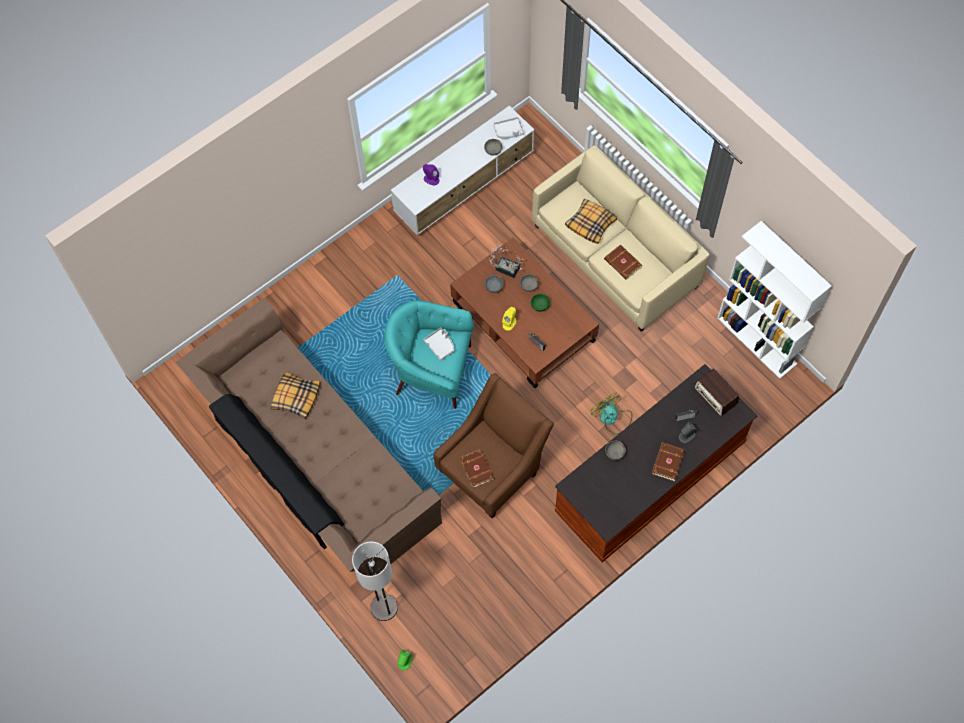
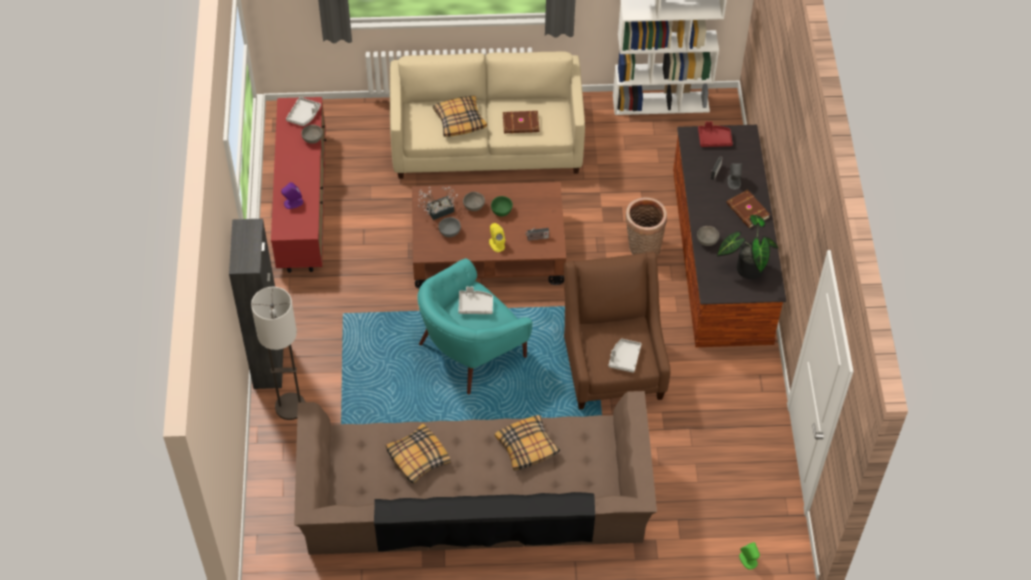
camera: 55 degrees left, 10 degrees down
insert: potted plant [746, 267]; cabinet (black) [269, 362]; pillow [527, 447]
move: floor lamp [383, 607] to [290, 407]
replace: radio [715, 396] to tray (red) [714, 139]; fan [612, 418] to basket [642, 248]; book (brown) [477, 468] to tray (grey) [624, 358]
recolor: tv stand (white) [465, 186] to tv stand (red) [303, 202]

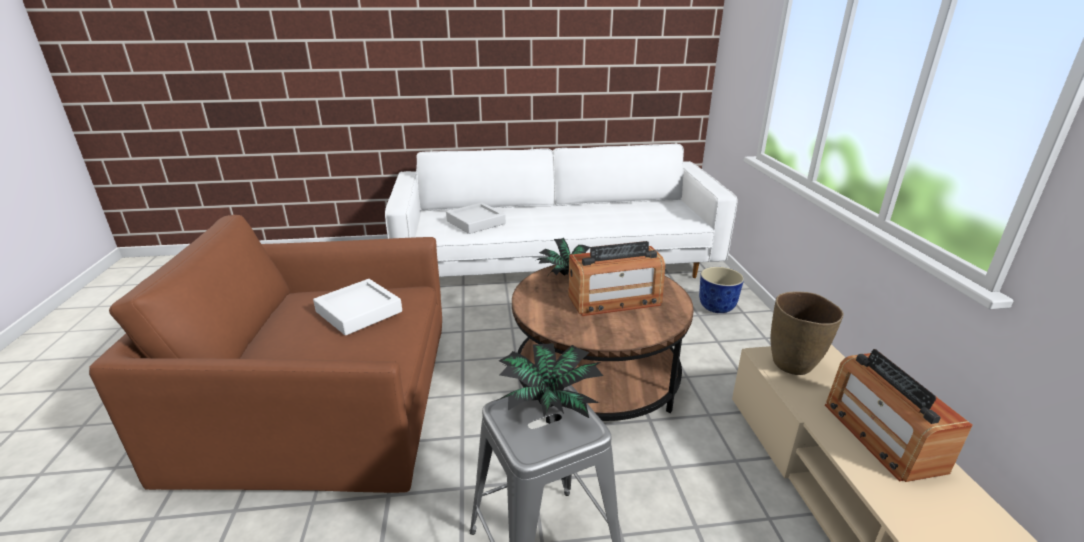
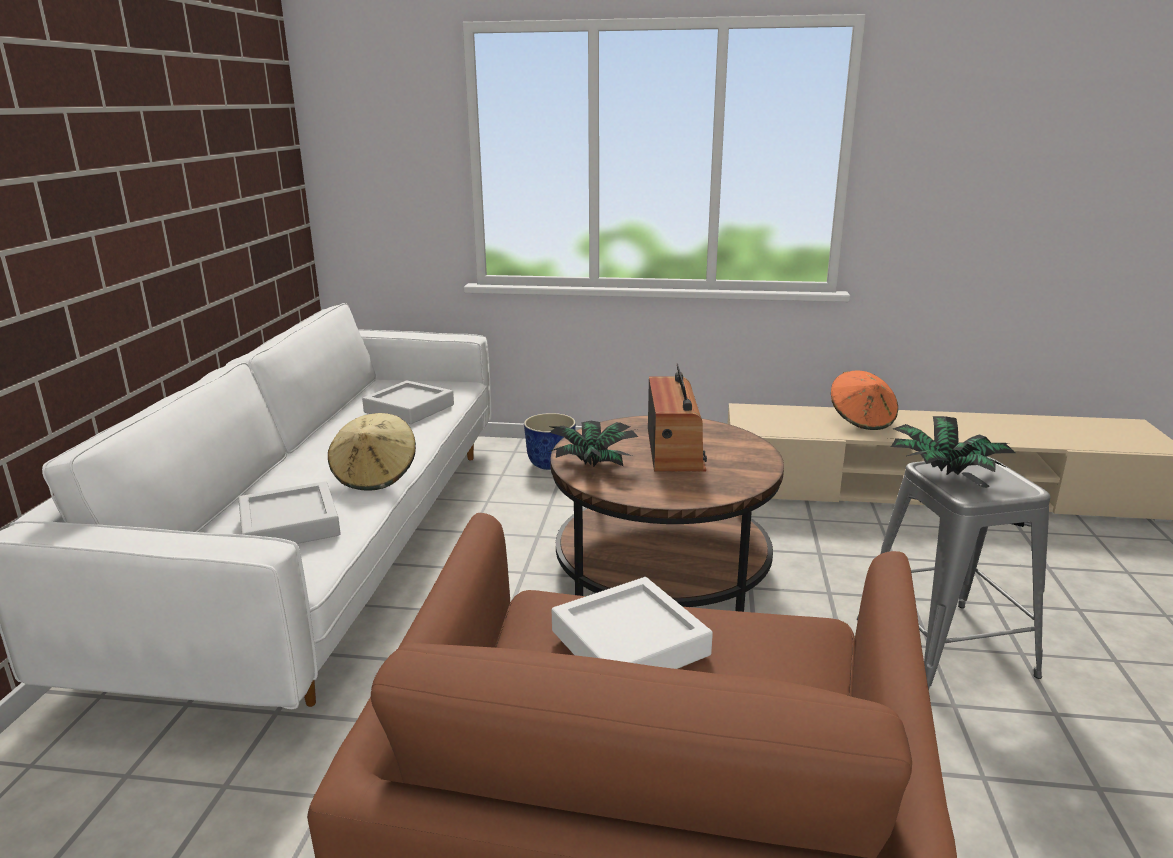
camera: 75 degrees left, 5 degrees down
delete: vase (brown) [793, 365]
insert: tray (grey) [409, 408]; hat (beige) [375, 475]
replace: radio [881, 436] to hat (orange) [861, 420]

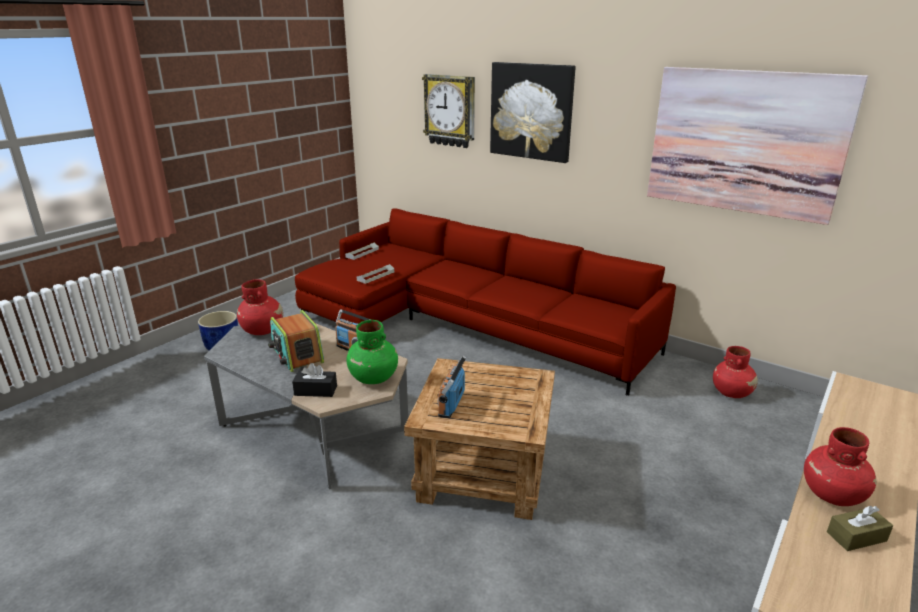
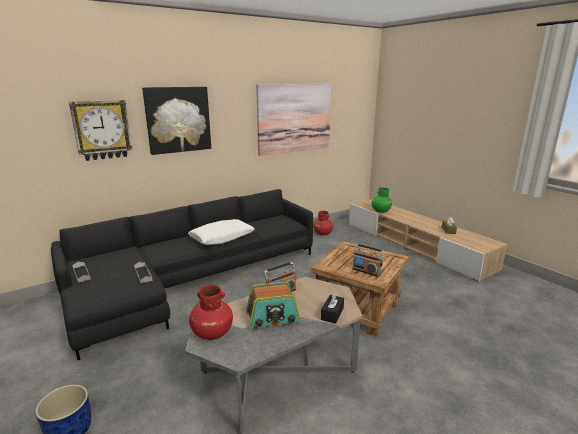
camera: 70 degrees left, 5 degrees down
delete: vase (red) [832, 494]
insert: pillow (white) [222, 238]
move: vase (green) [373, 377] to [380, 211]
recolor: sofa (red) [468, 324] to sofa (black) [190, 279]

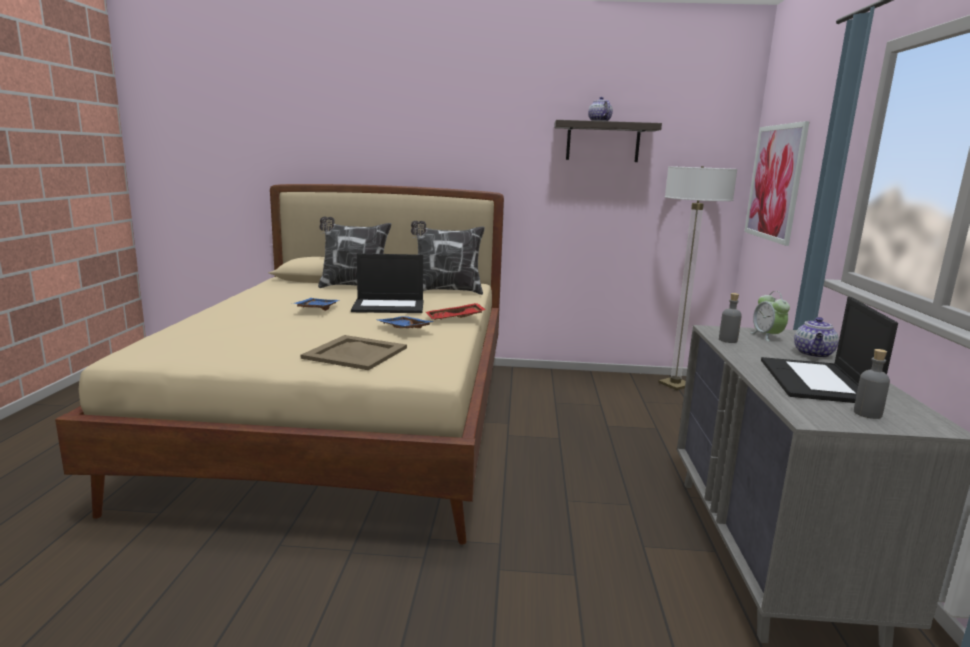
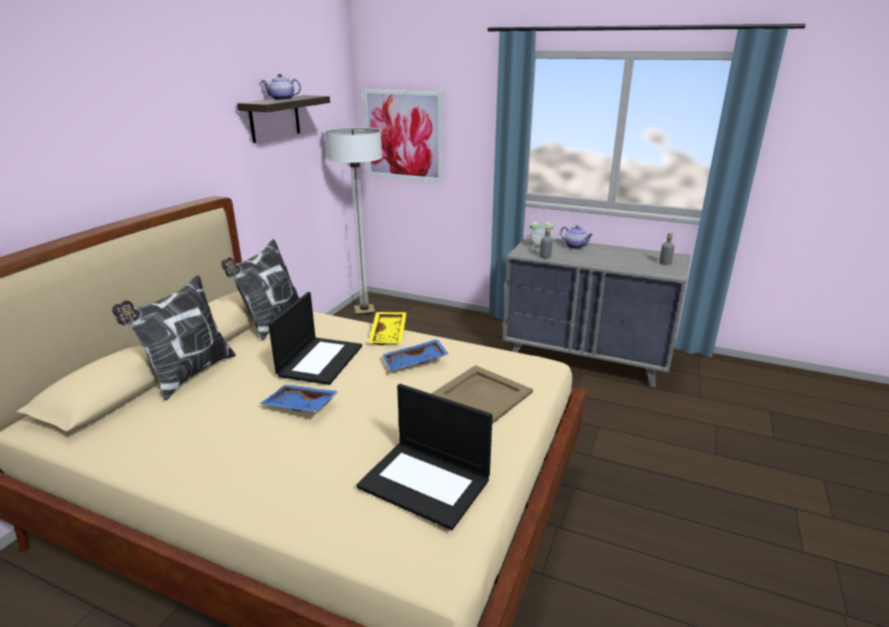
camera: 70 degrees left, 10 degrees up
move: laptop [817, 381] to [426, 483]
recolor: tray (red) [455, 319] to tray (yellow) [389, 334]

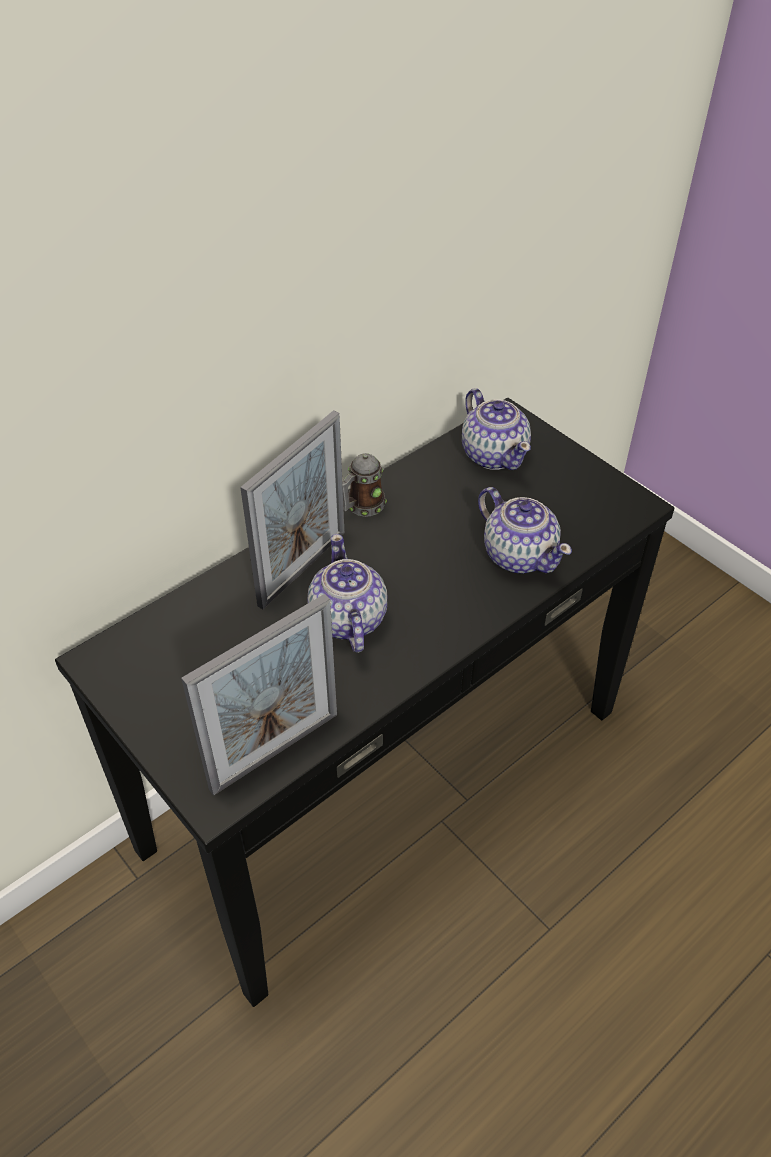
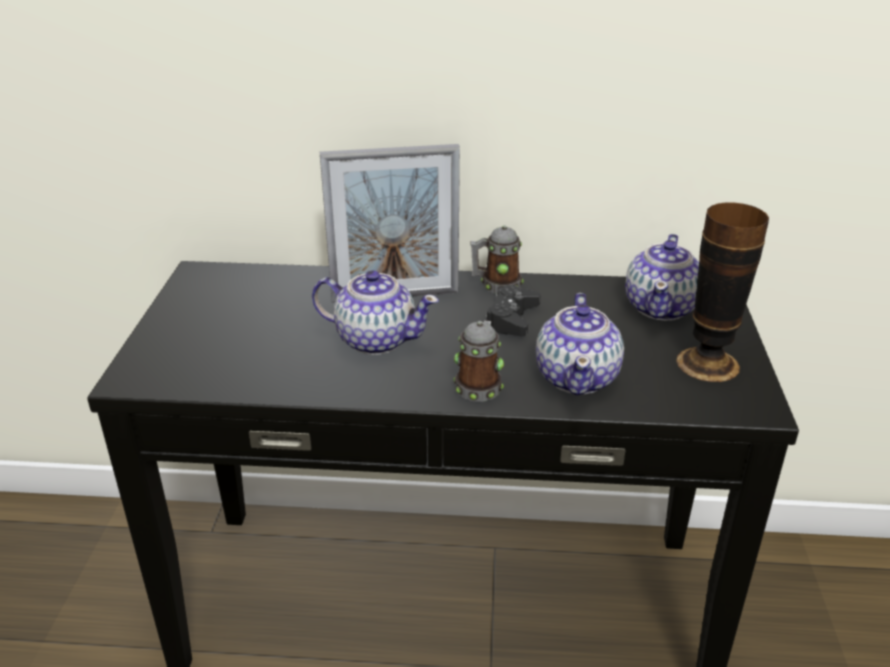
camera: 45 degrees right, 15 degrees down
delete: picture frame [275, 751]
insert: vase [707, 363]; game controller (black) [511, 318]; mug [479, 385]
rotate: teapot [347, 620] = [375, 339] 75 degrees clockwise

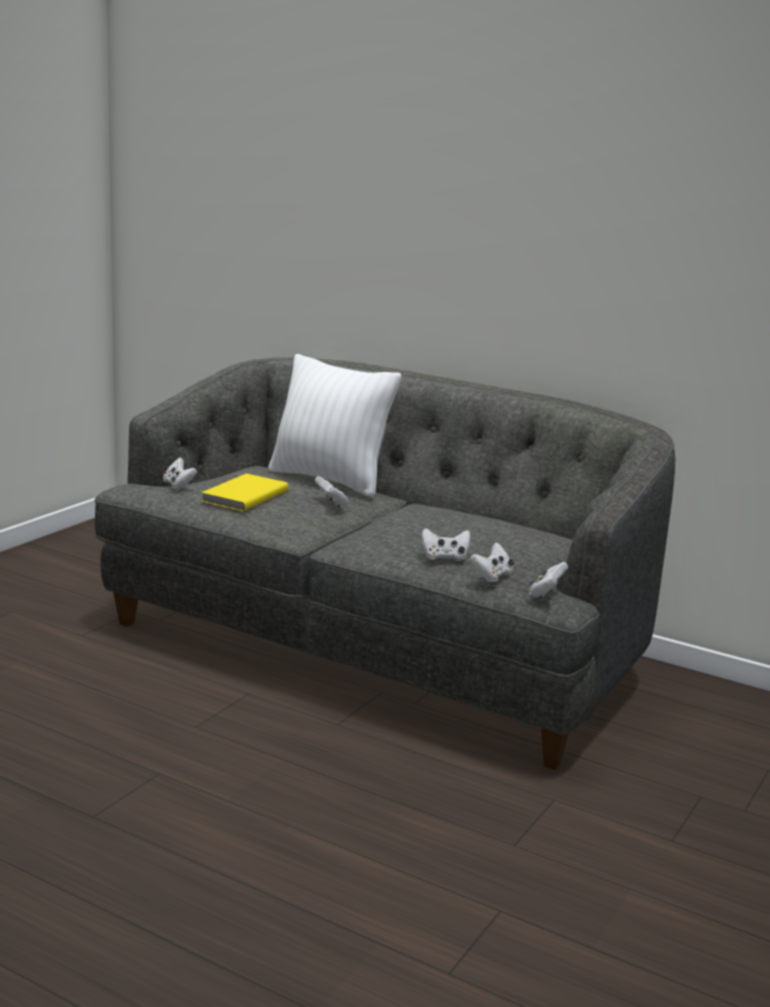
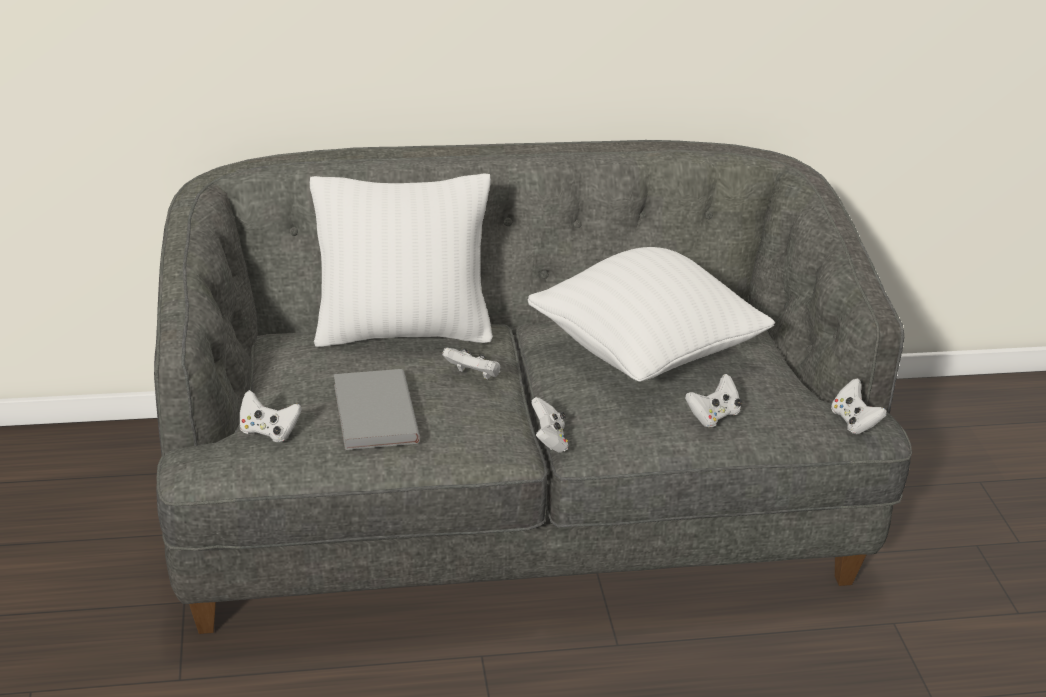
camera: 40 degrees left, 15 degrees up
insert: pillow (white) [645, 353]
move: game controller (white) [492, 576] to [549, 440]
recolor: book (yellow) [243, 496] to book (grey) [372, 414]

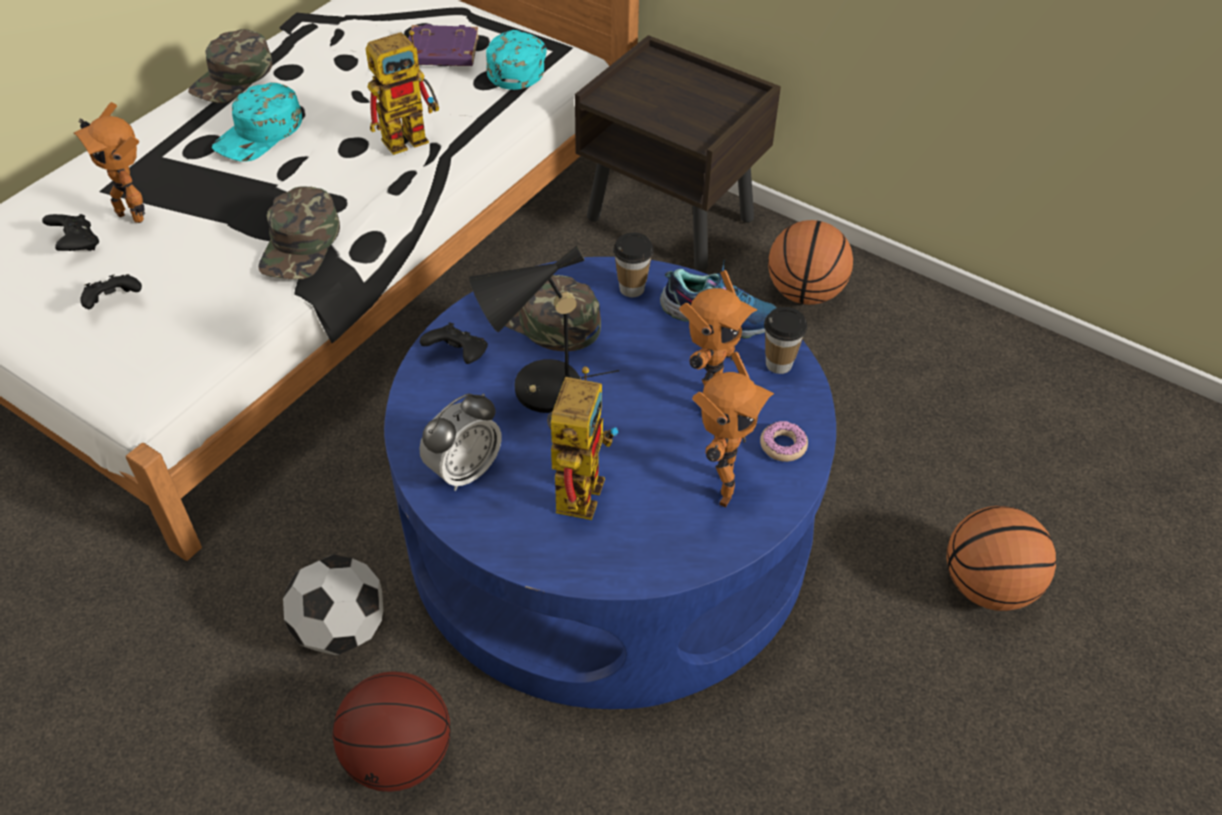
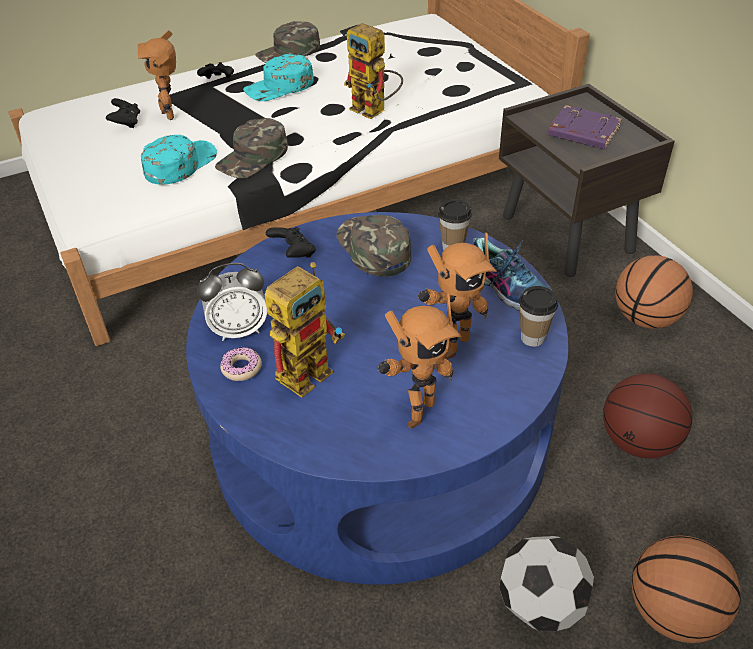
camera: 30 degrees right, 5 degrees down
delete: table lamp (black) [537, 392]
move: book (purple) [441, 53] to [582, 133]; cap (turquoise) [516, 64] to [180, 164]; game controller (black) [115, 303] to [218, 81]; donut [783, 445] to [241, 368]; football [342, 629] to [541, 604]; basketball [399, 755] to [638, 441]
rotate: toy robot [412, 135] = [375, 111] 45 degrees clockwise

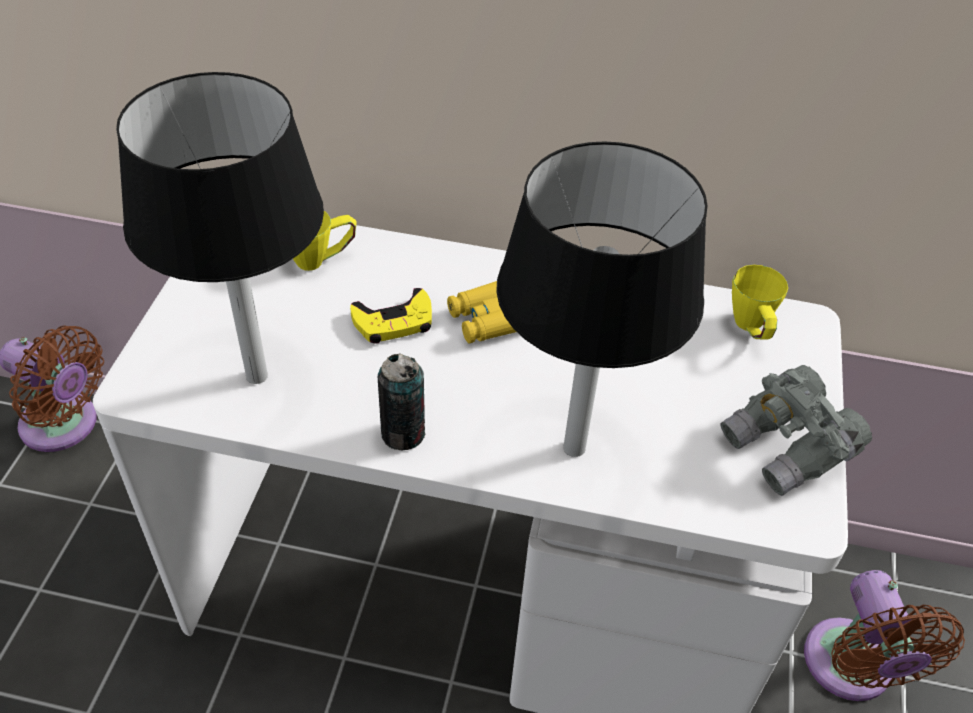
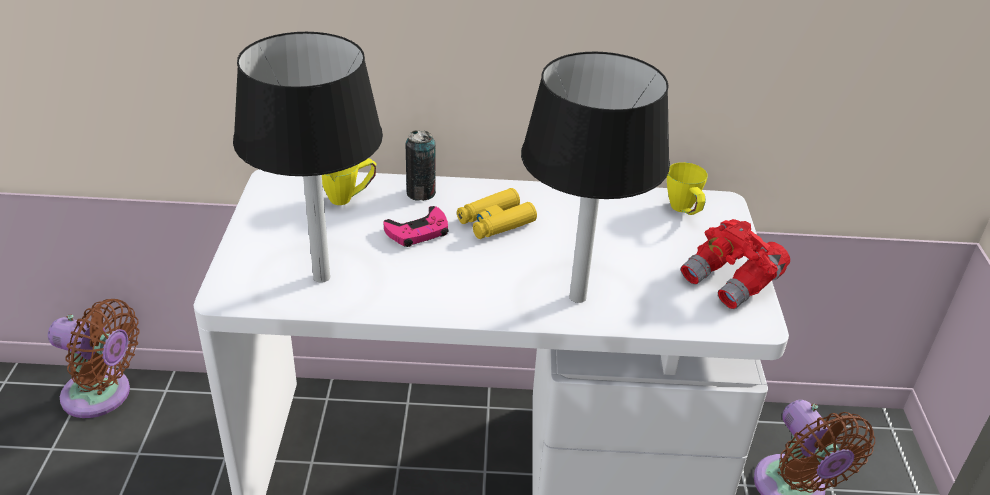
camera: 10 degrees left, 10 degrees down
move: can [403, 434] to [421, 193]
recolor: game controller (yellow) [394, 322] to game controller (pink) [418, 232]; binoculars (grey) [788, 449] to binoculars (red) [731, 281]

